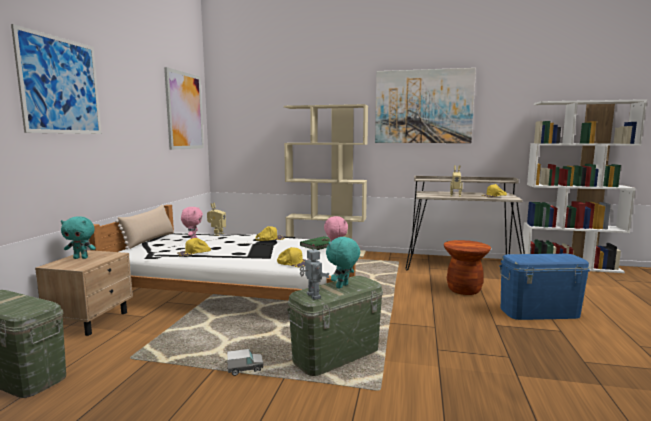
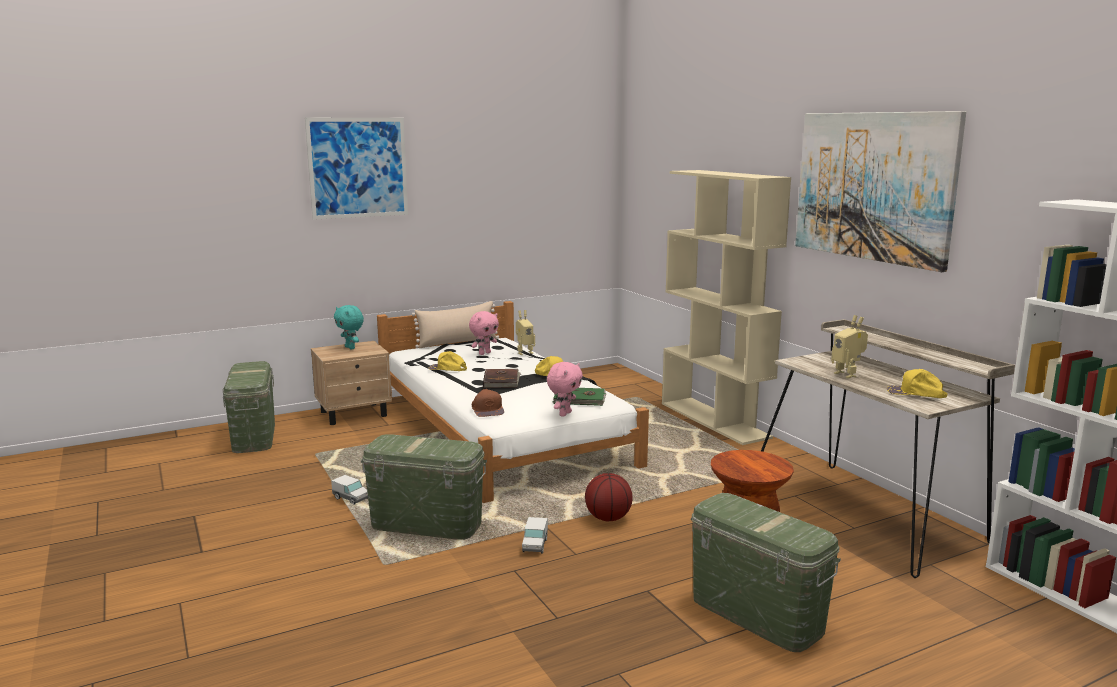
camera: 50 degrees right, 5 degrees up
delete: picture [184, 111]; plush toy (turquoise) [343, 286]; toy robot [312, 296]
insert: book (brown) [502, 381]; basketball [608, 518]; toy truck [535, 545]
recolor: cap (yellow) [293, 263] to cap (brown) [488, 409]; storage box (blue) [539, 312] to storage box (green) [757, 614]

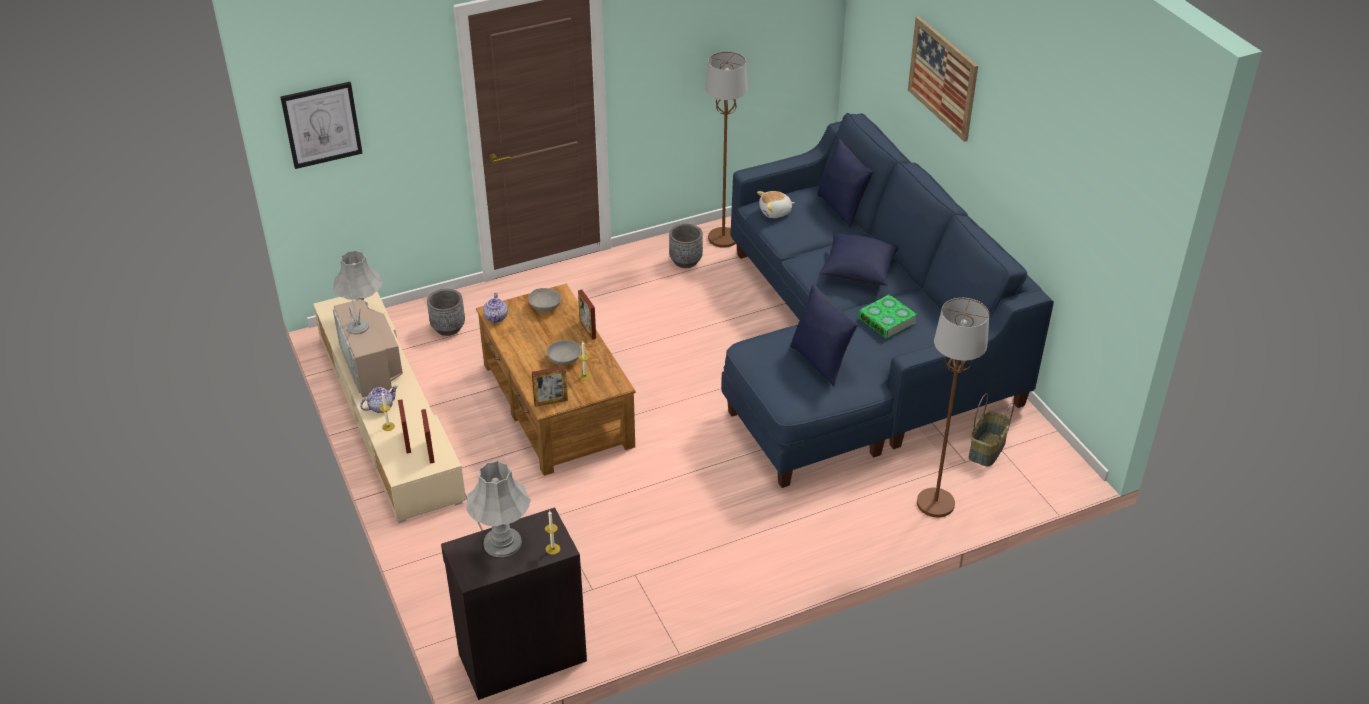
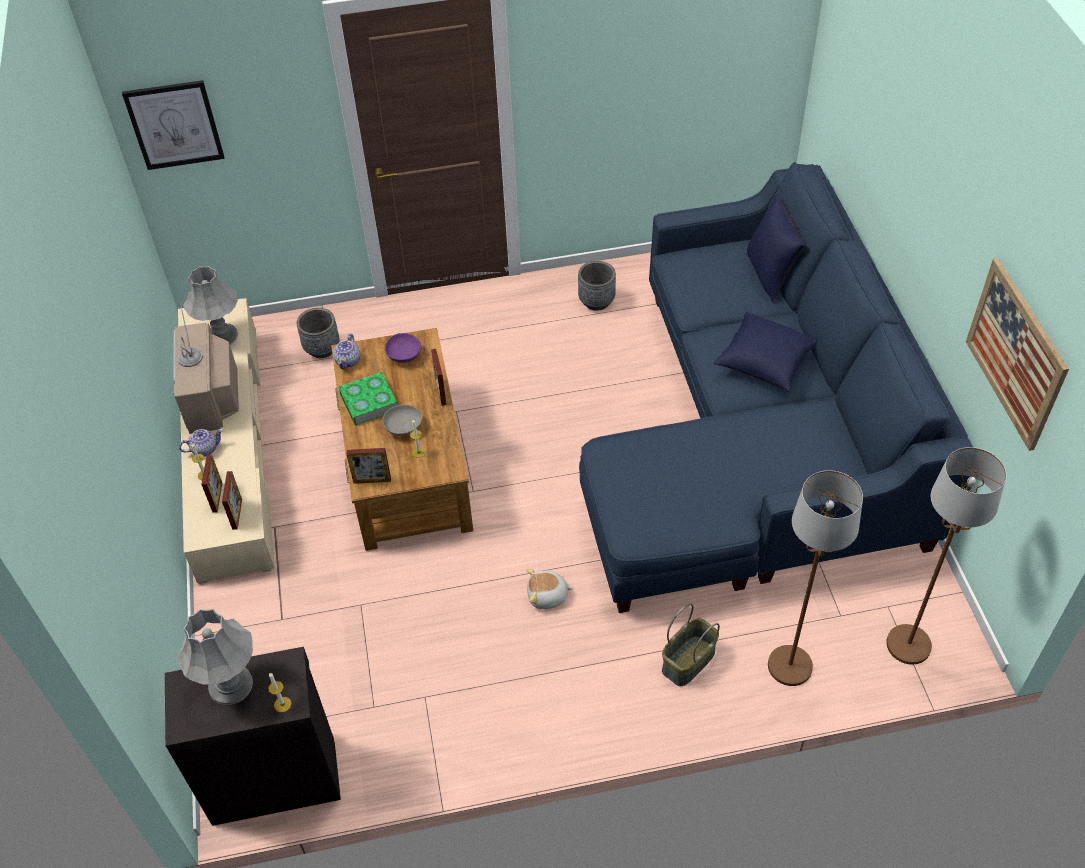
camera: 15 degrees right, 10 degrees up
delete: pillow (blue) [820, 362]
move: picture [943, 78] to [1016, 353]; floor lamp (brown) [723, 238] to [908, 645]; plush toy [775, 212] to [547, 596]; book [887, 320] to [369, 402]; basket [987, 450] to [688, 662]
recolor: bowl (grey) [545, 307] to bowl (purple) [404, 355]

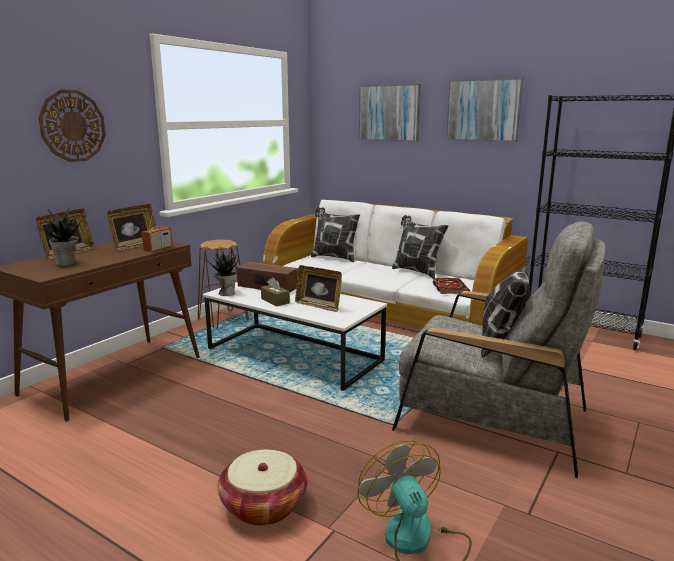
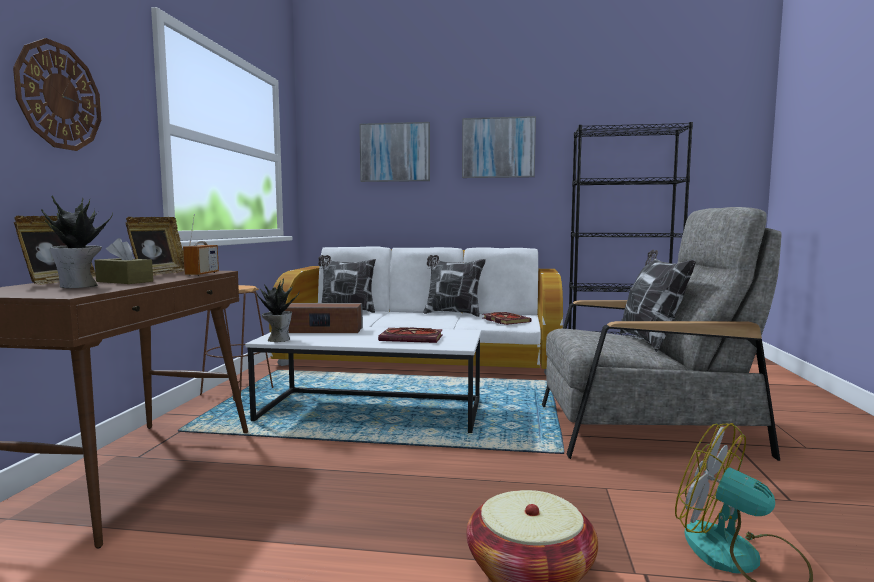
camera: 25 degrees left, 10 degrees down
move: tissue box (brown) [275, 301] to [124, 281]
replace: picture frame [319, 306] to book [413, 338]

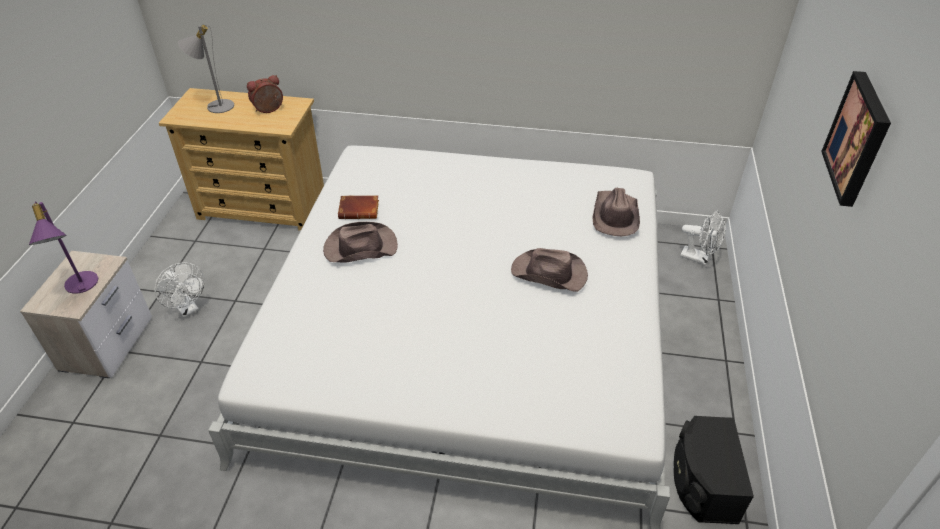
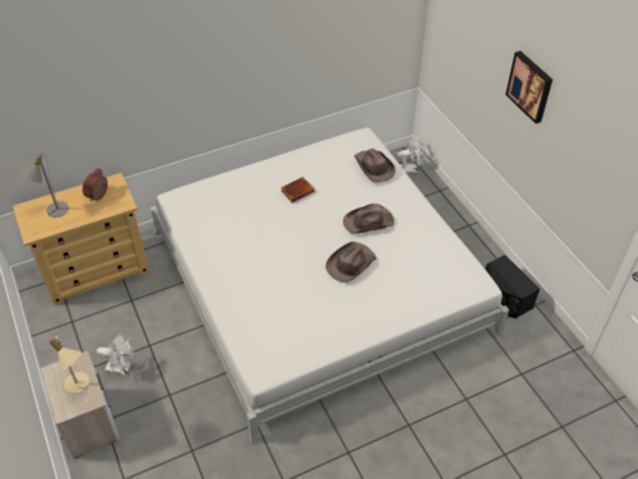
camera: 35 degrees left, 5 degrees up
move: book (brown) [360, 210] to [297, 191]; hat (brown) [359, 247] to [350, 264]
recolor: table lamp (purple) [79, 287] to table lamp (beige) [79, 386]

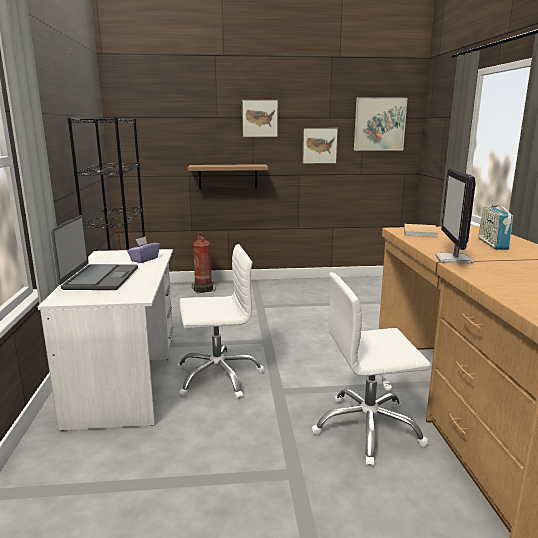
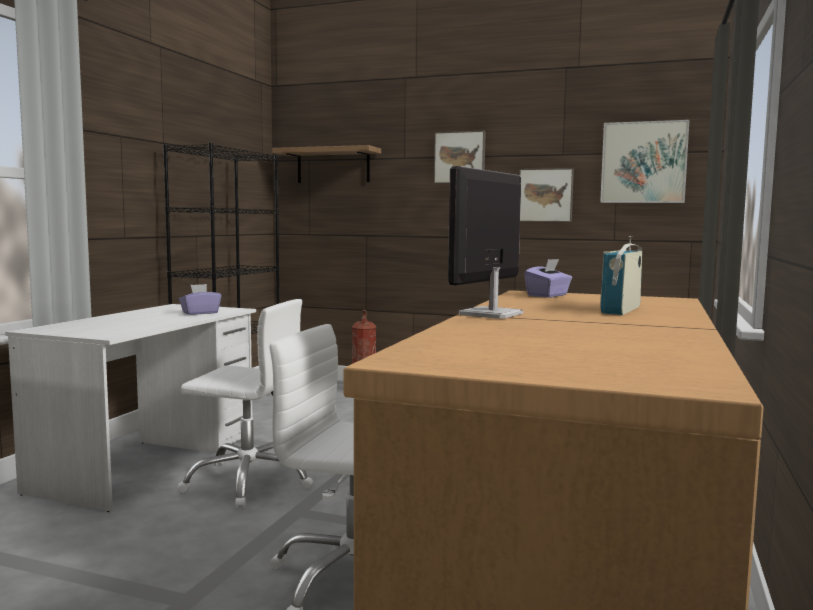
camera: 25 degrees right, 10 degrees down
delete: laptop [100, 278]
move: shelf [228, 176] to [333, 166]
replace: book (beige) [420, 232] to tissue box (purple) [548, 295]

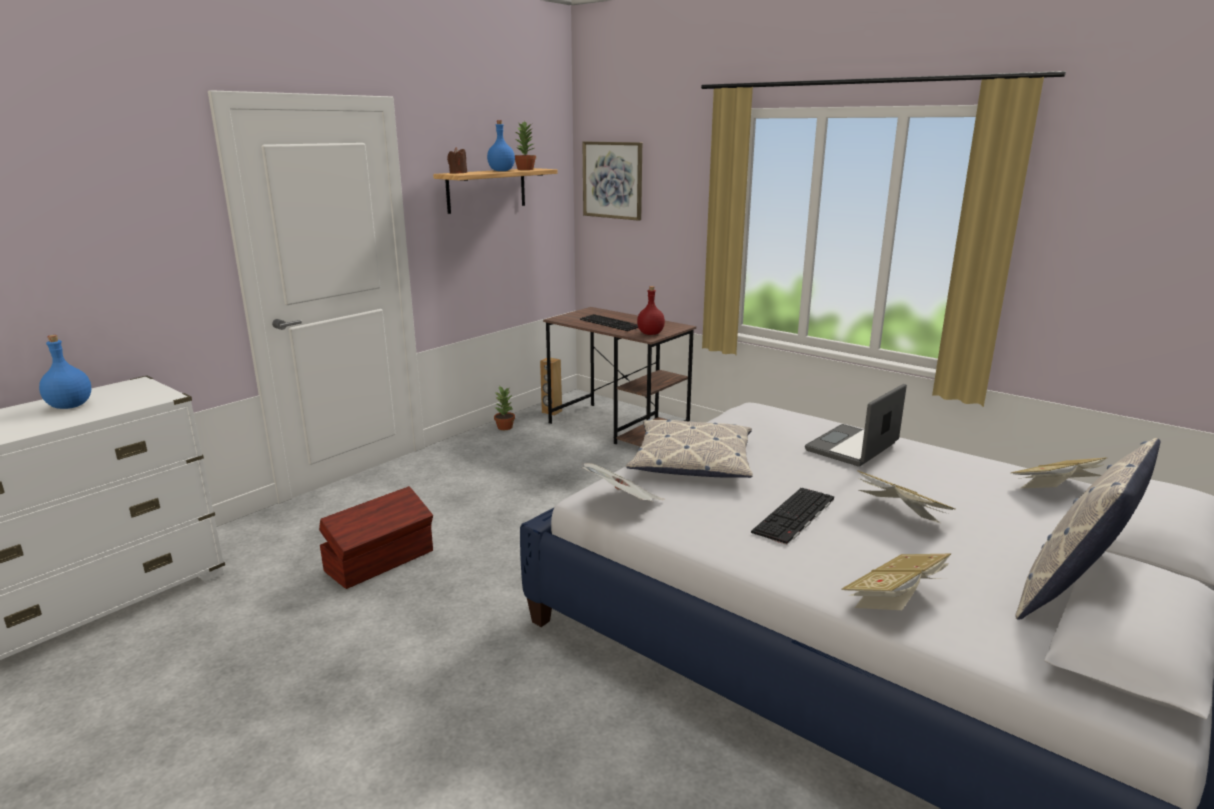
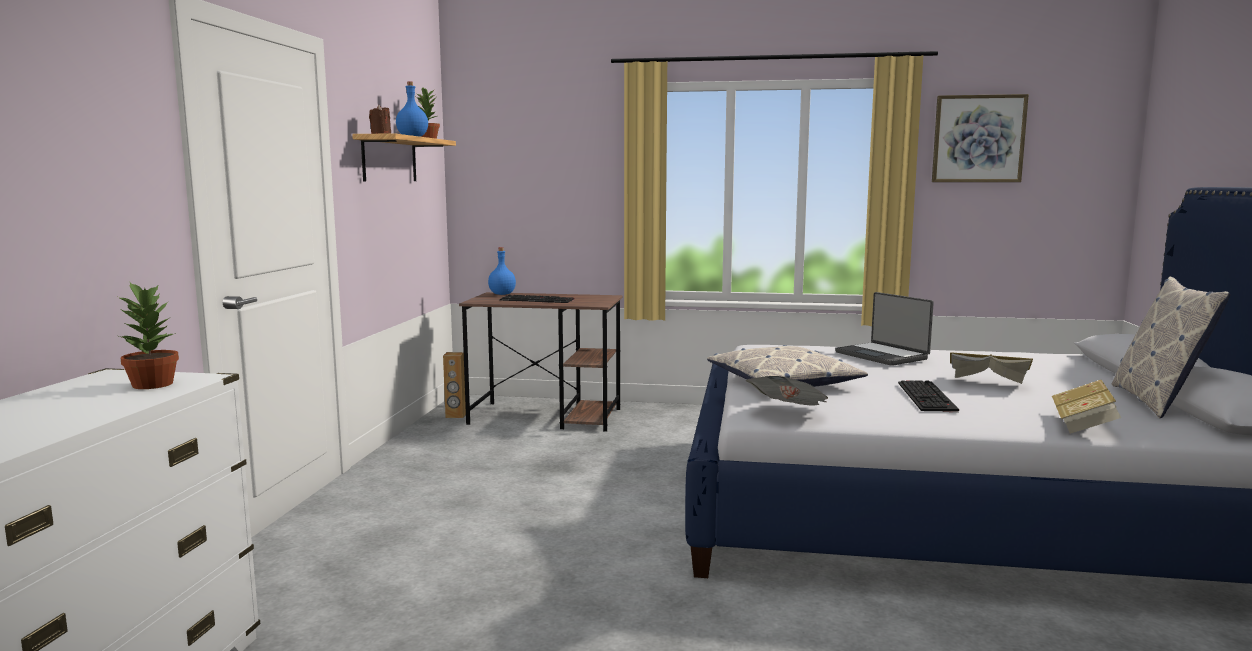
camera: 30 degrees left, 10 degrees down
delete: bottle (red) [651, 334]; book [1055, 488]; storage box (brown) [381, 561]
move: picture [612, 180] to [978, 139]; bottle (blue) [71, 406] to [502, 294]; potted plant [505, 427] to [153, 384]
rotate: laptop [853, 447] = [882, 355] 45 degrees counterclockwise

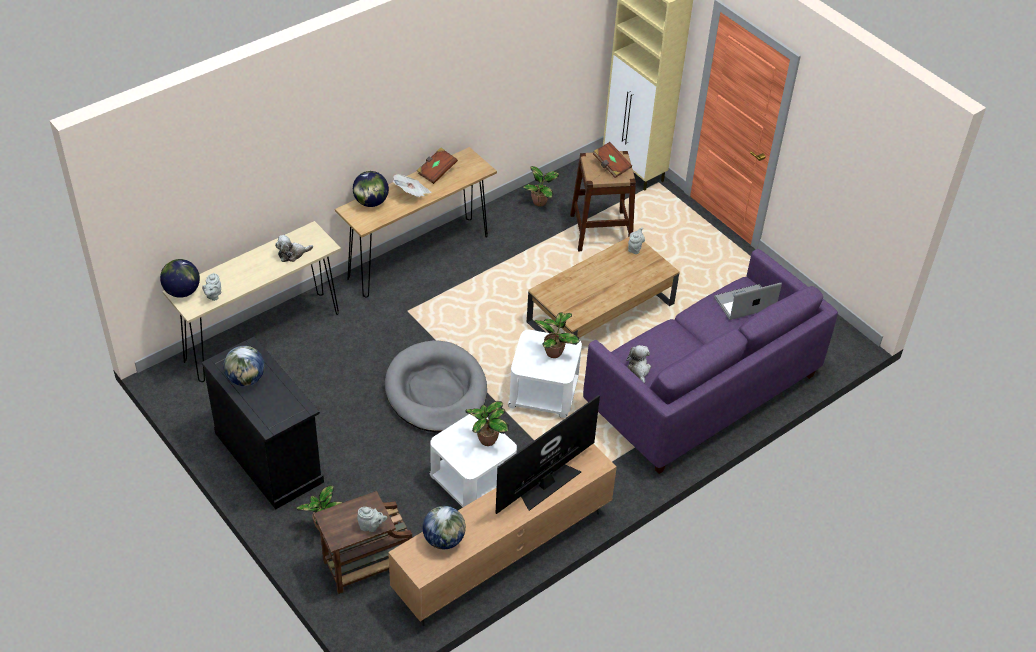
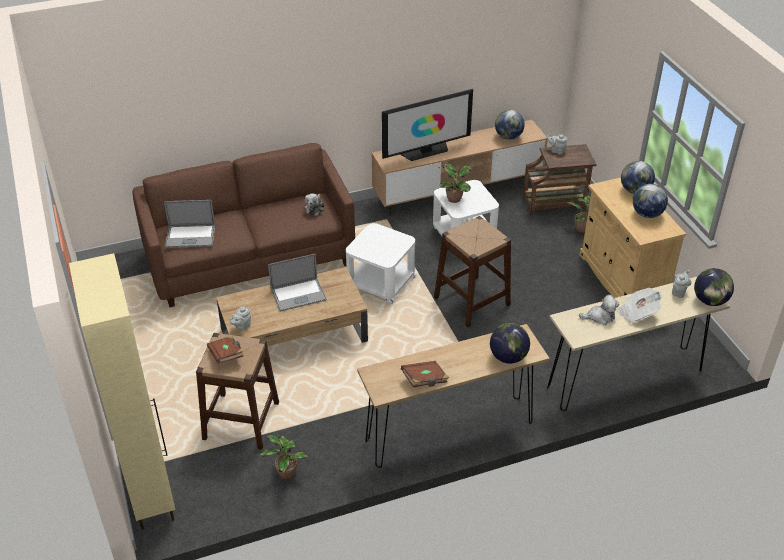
camera: 160 degrees left, 5 degrees down
delete: potted plant [554, 352]
insert: globe [635, 191]; laptop [298, 295]
move: newspaper [412, 193] to [637, 313]
replace: dog bed (grey) [436, 391] to stool (brown) [471, 300]
recolor: sofa (purple) [702, 391] to sofa (brown) [250, 258]; cabinet (black) [269, 457] to cabinet (beige) [622, 279]

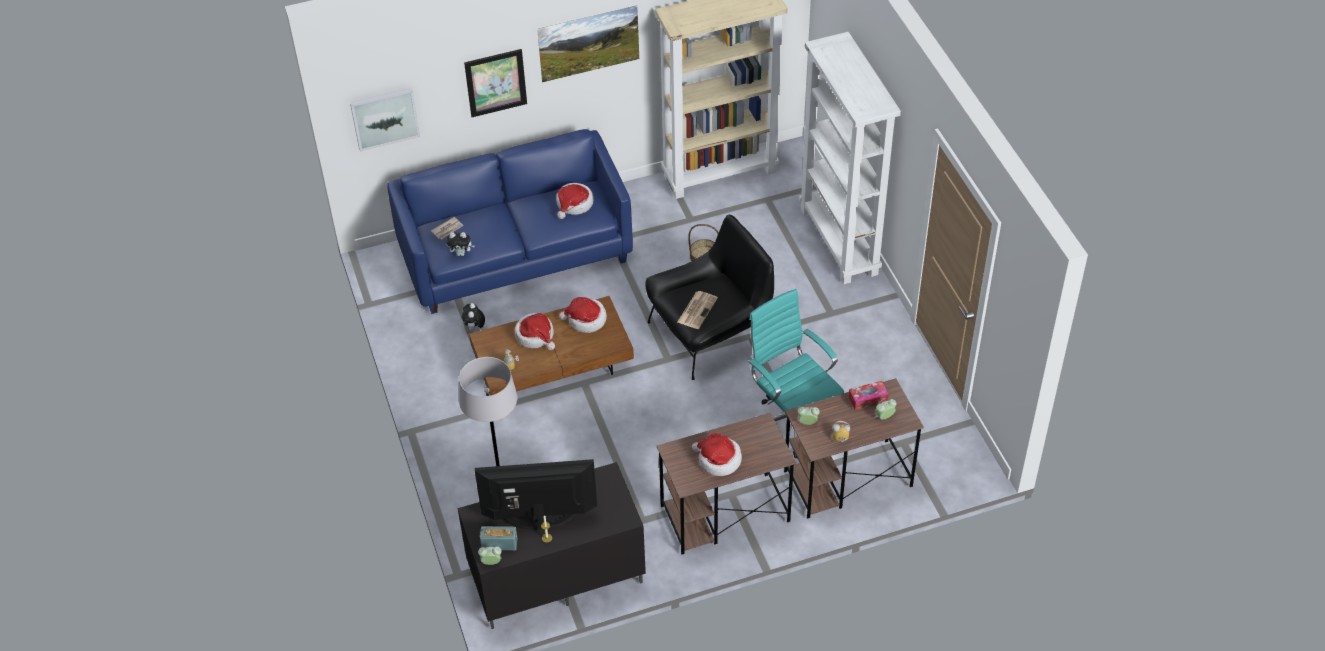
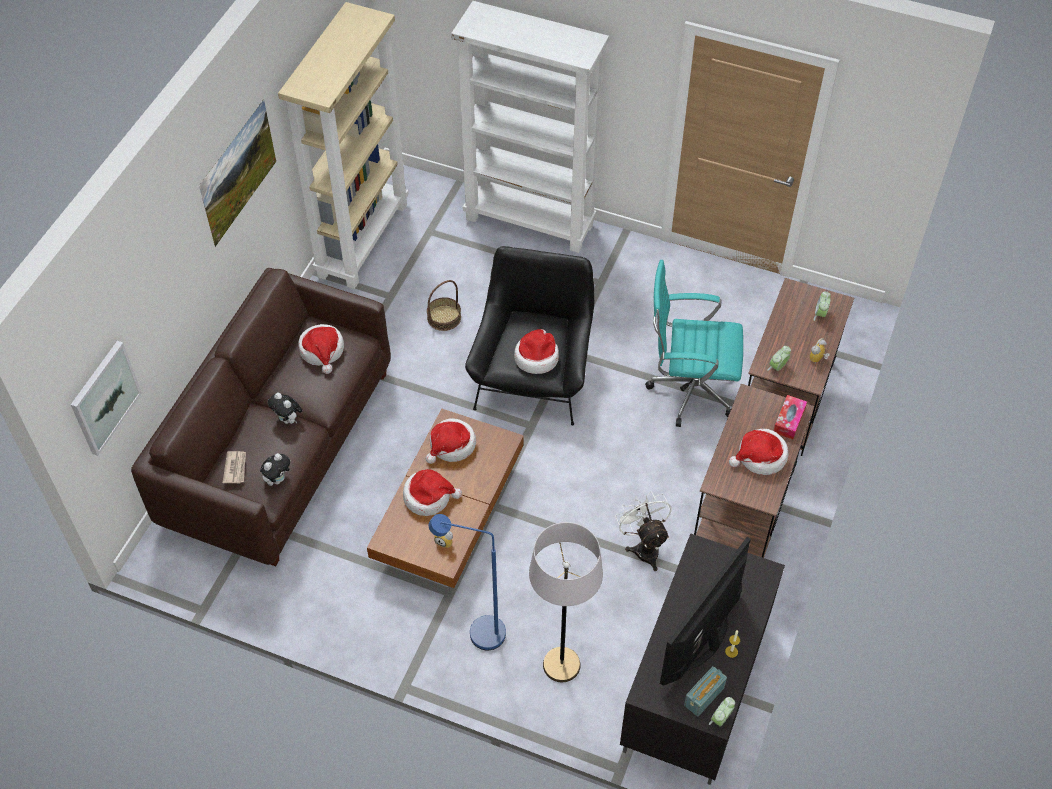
camera: 50 degrees left, 5 degrees up
delete: picture [495, 82]
insert: fan (white) [644, 547]; floor lamp (blue) [477, 632]
move: plush toy [474, 328] to [288, 419]; tissue box [868, 399] to [789, 421]
replace: newspaper [697, 309] to hat [536, 357]
recolor: sofa (blue) [516, 253] to sofa (brown) [279, 447]

